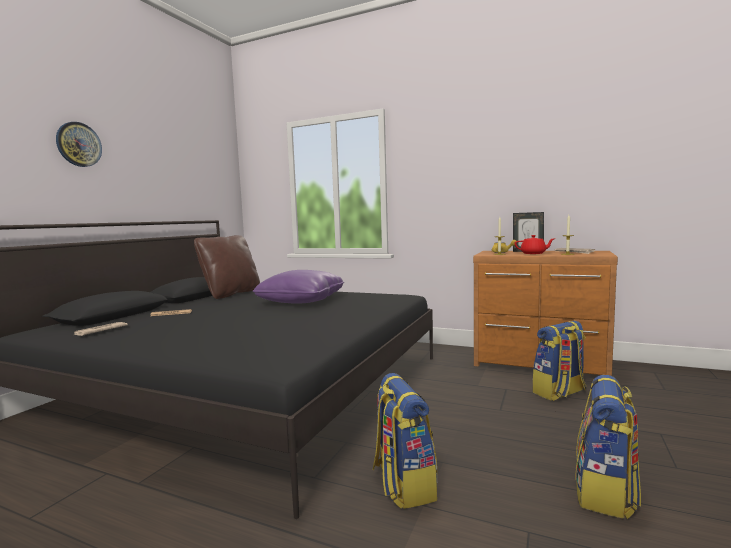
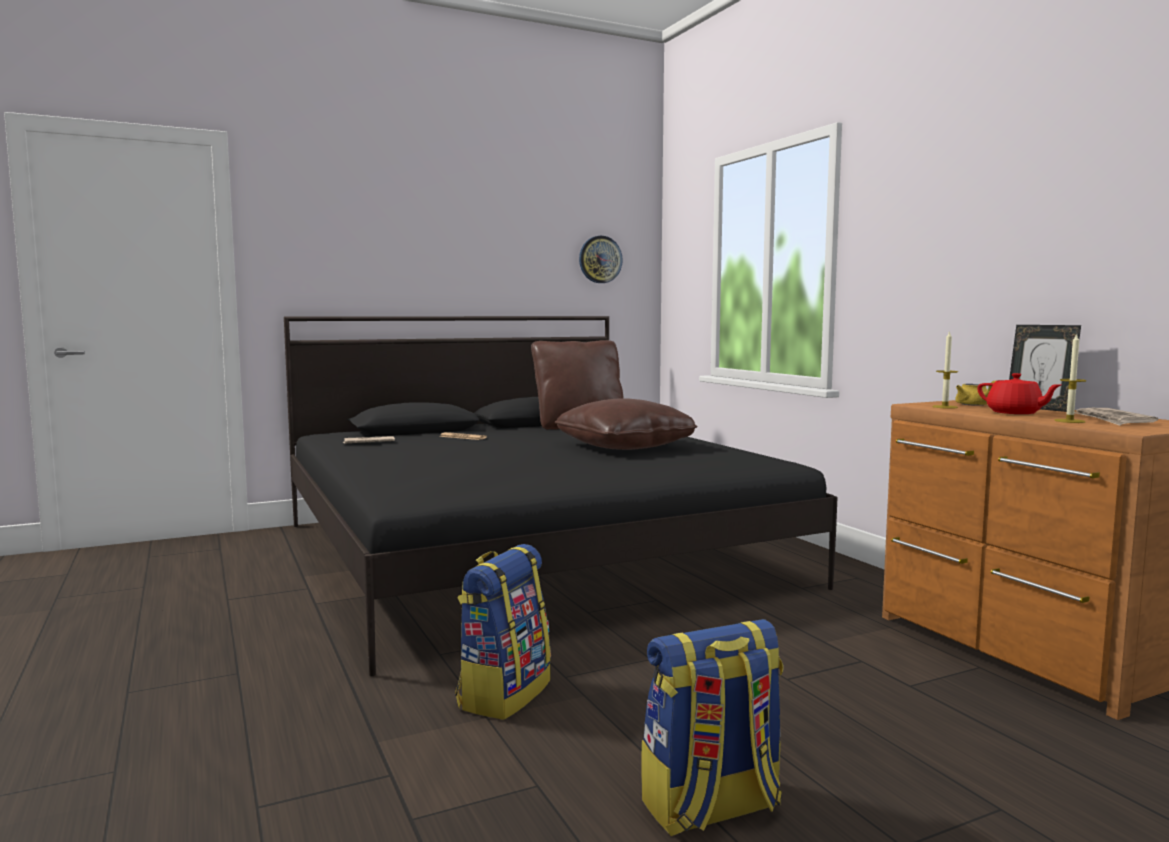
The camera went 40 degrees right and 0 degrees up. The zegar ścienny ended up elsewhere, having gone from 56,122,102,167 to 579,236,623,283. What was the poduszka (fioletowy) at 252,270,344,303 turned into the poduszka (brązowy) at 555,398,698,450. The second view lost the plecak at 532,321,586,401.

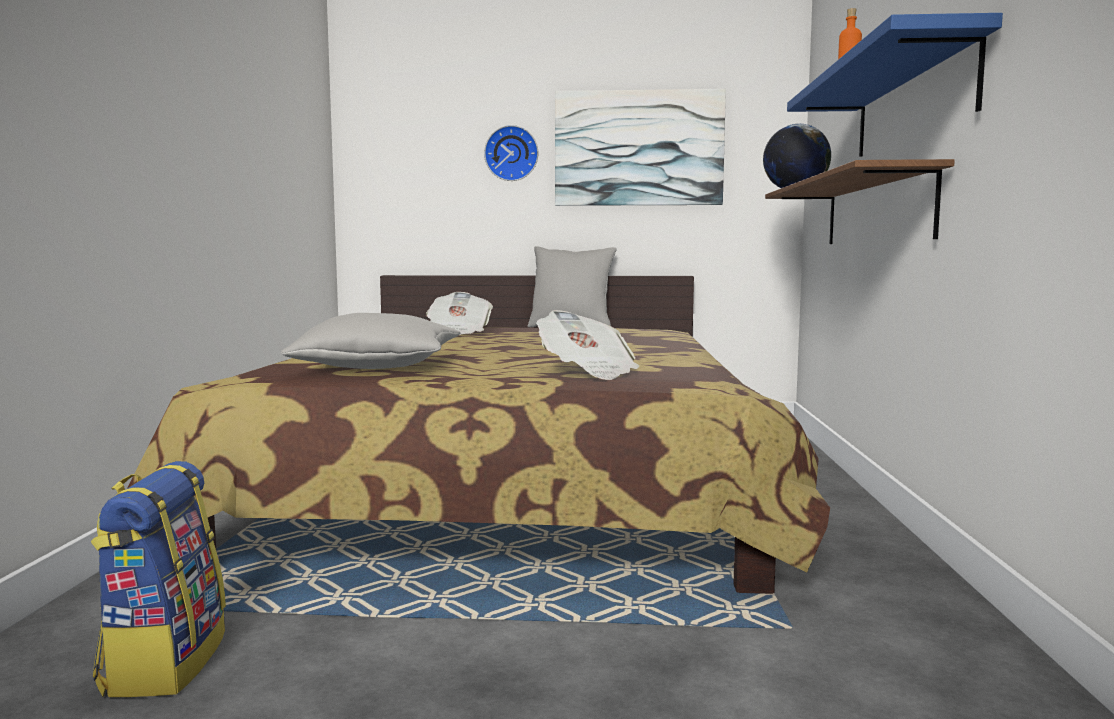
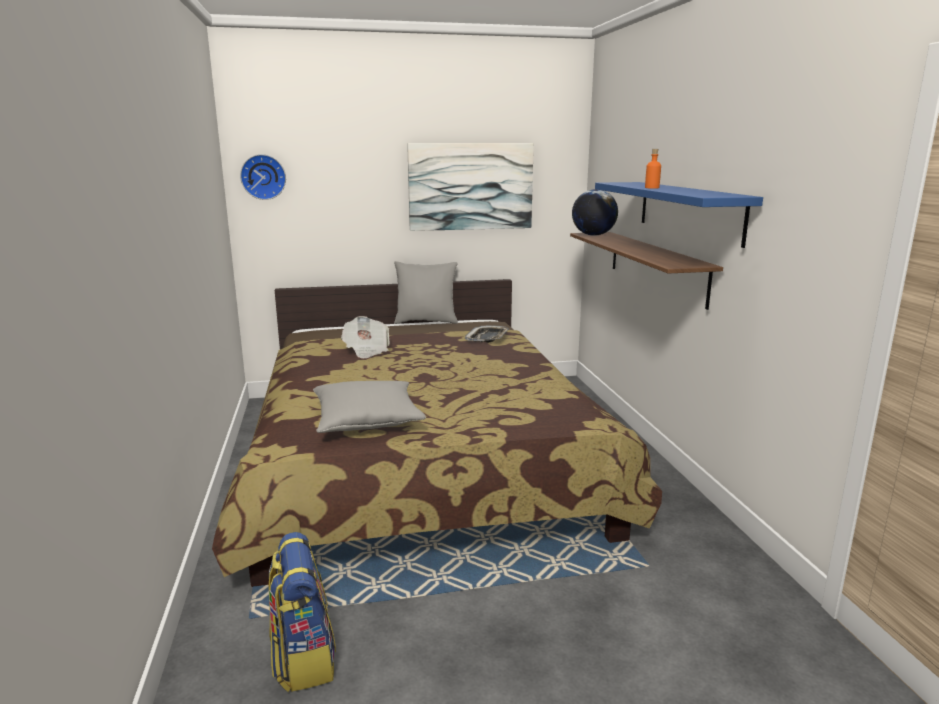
The camera went 15 degrees left and 10 degrees up. The zegar ścienny ended up elsewhere, having gone from 484,125,538,181 to 240,154,286,200. The second view lost the gazeta at 536,310,640,380. The second view gained the taca at 465,325,509,342.

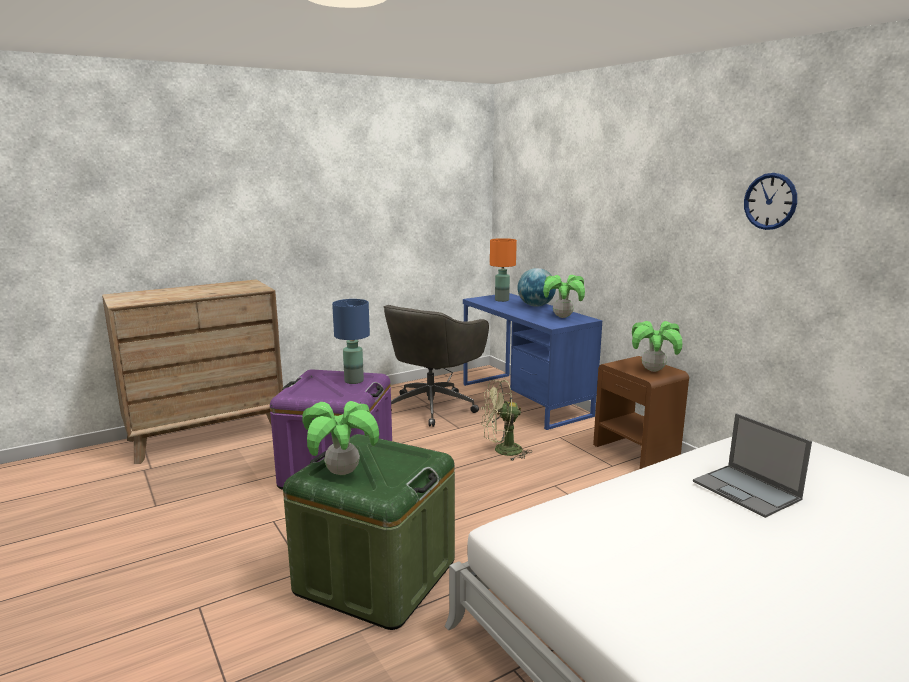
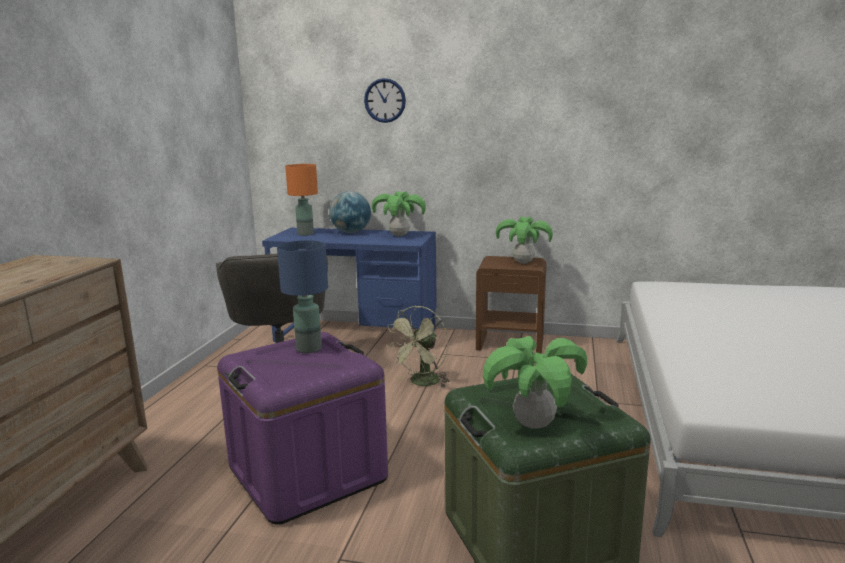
The camera went 45 degrees left and 0 degrees up. The zegar ścienny ended up elsewhere, having gone from 744,173,797,230 to 364,78,406,123. The second view lost the laptop at 693,413,812,518.

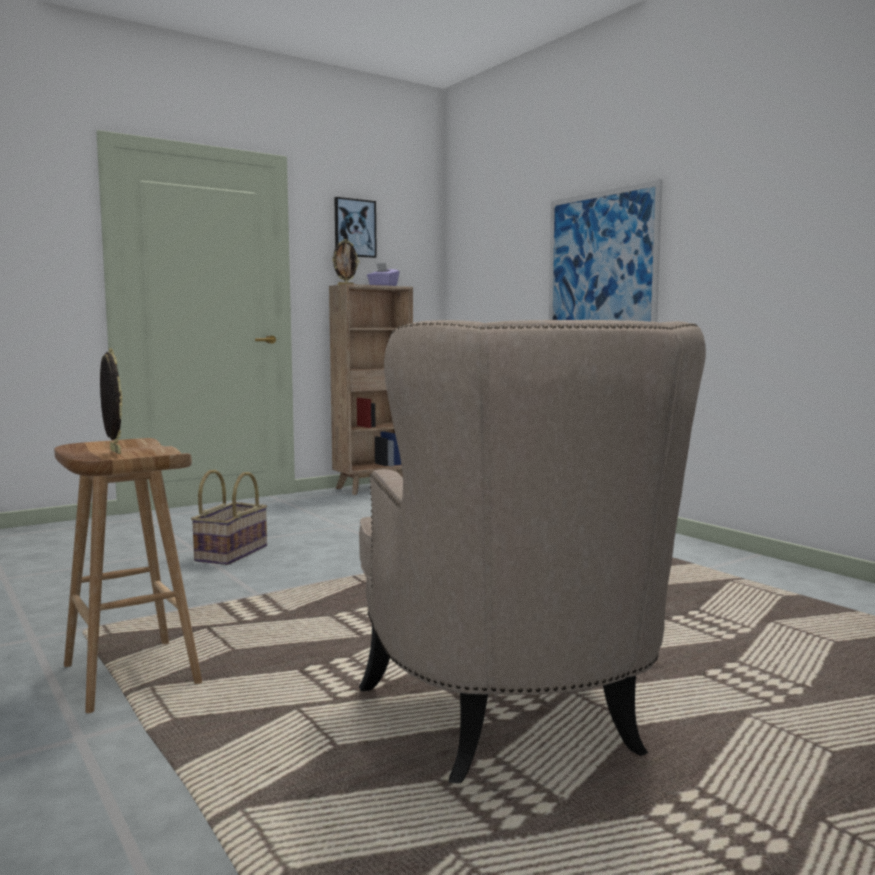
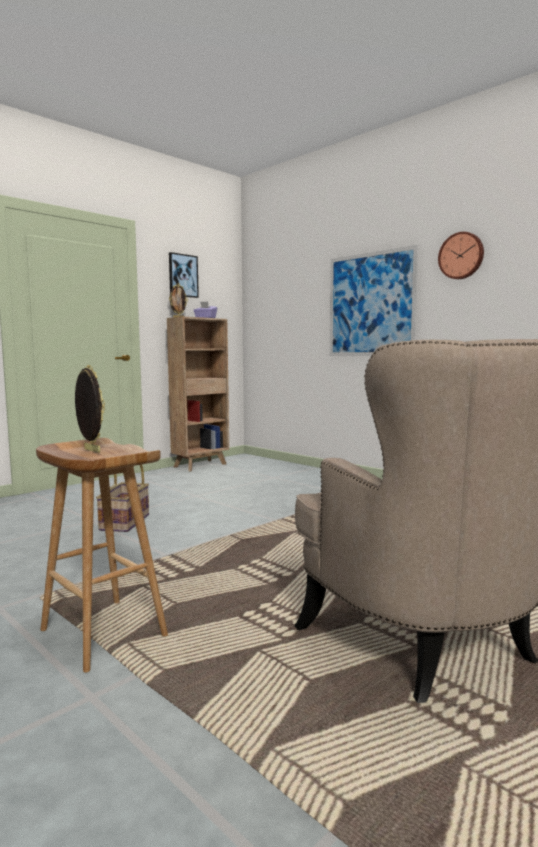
The camera went 10 degrees left and 0 degrees up. The second view gained the zegar ścienny at 438,232,484,279.

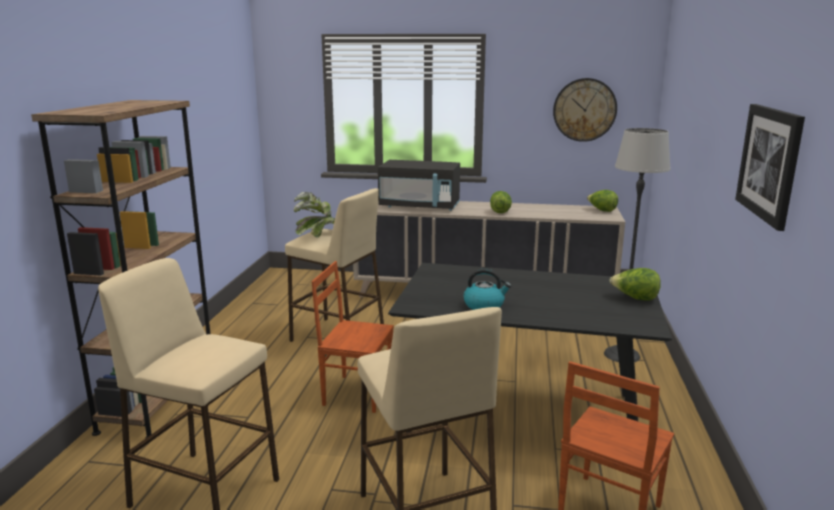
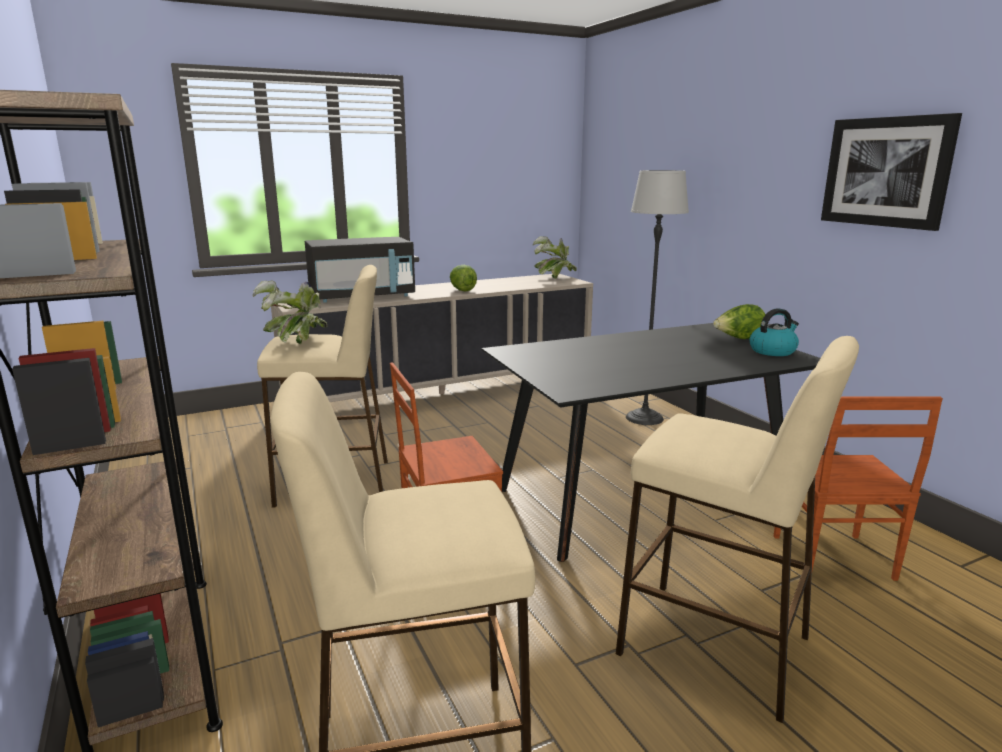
The camera went 35 degrees left and 0 degrees up. The second view lost the zegar ścienny at 553,78,617,142. Where the sałata stood at 587,190,618,212, the roślina doniczkowa came to stand at 533,236,577,279. The czajnik ended up elsewhere, having gone from 463,268,511,310 to 750,308,799,356.

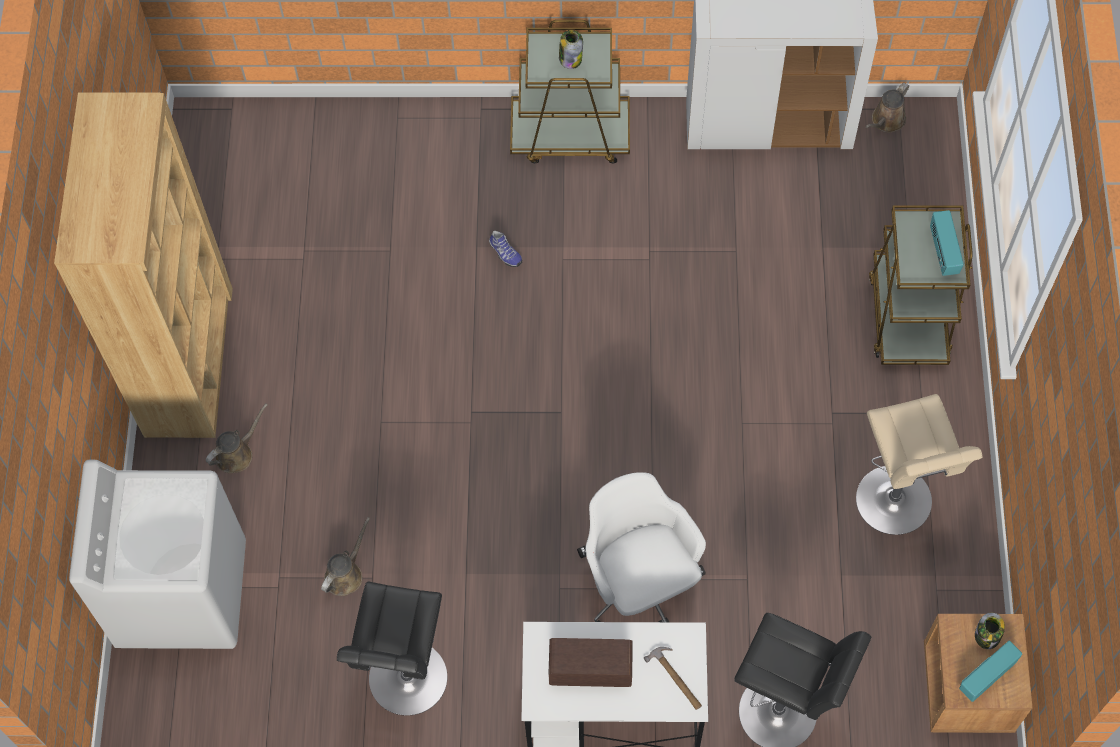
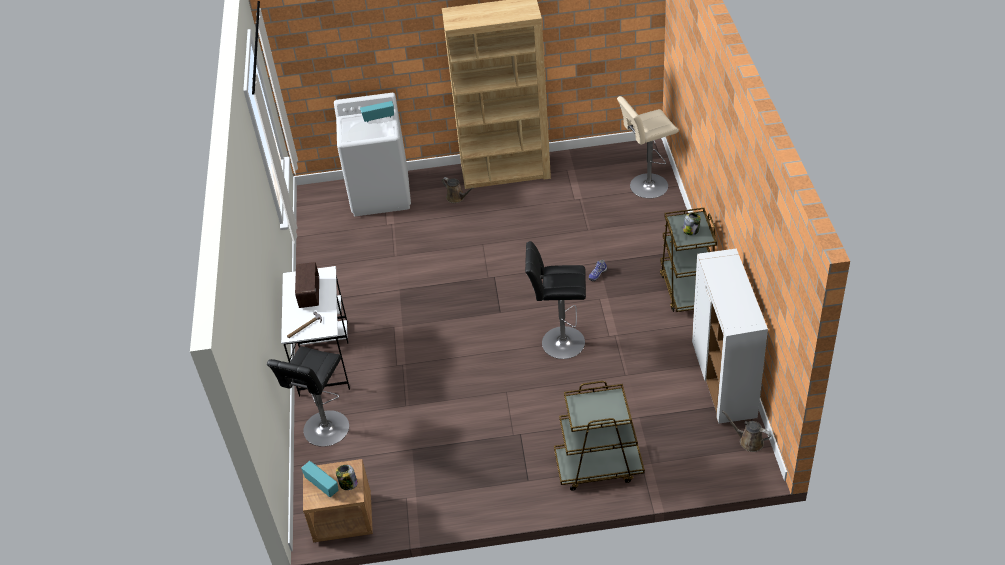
The camera went 85 degrees right and 20 degrees down. The radio ended up elsewhere, having gone from 930,210,964,276 to 360,101,394,122. The stołek (beżowy) ended up elsewhere, having gone from 856,394,982,535 to 617,96,678,198. The second view lost the krzesło biurowe (biały) at 577,472,706,622. The second view lost the konewka (brązowy) at 321,517,370,596. The stołek (czarny) ended up elsewhere, having gone from 337,582,447,716 to 525,241,586,359.

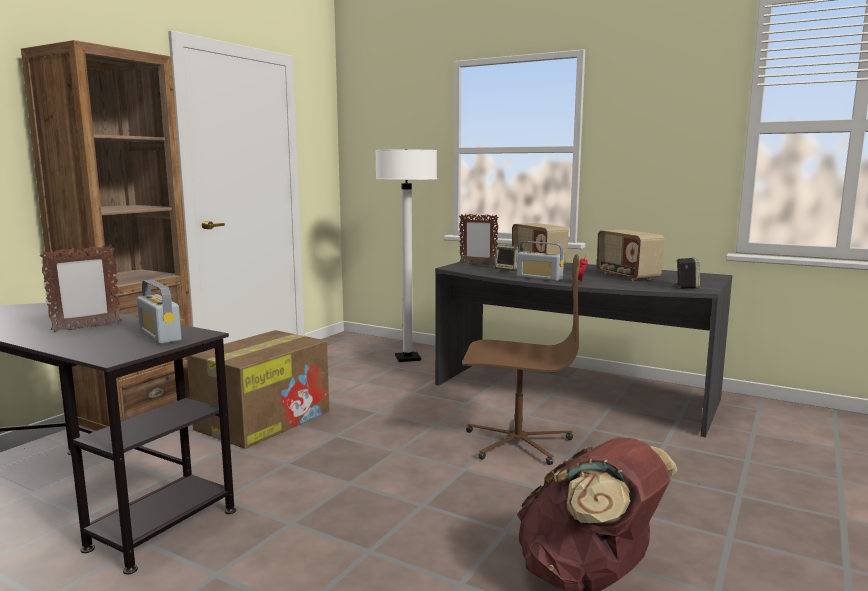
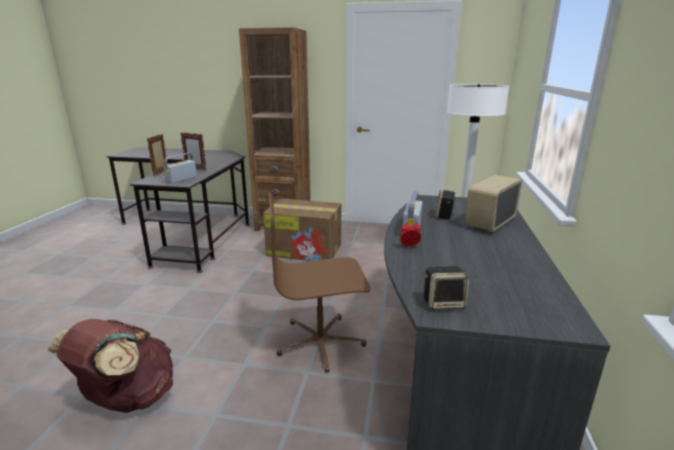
The camera went 70 degrees right and 10 degrees up. The ramka na zdjęcie ended up elsewhere, having gone from 459,214,498,266 to 147,134,166,176. The second view lost the radio at 597,230,664,281. The krzesło biurowe (brązowy) at 462,254,581,465 ended up facing another way, 90 degrees clockwise from before.

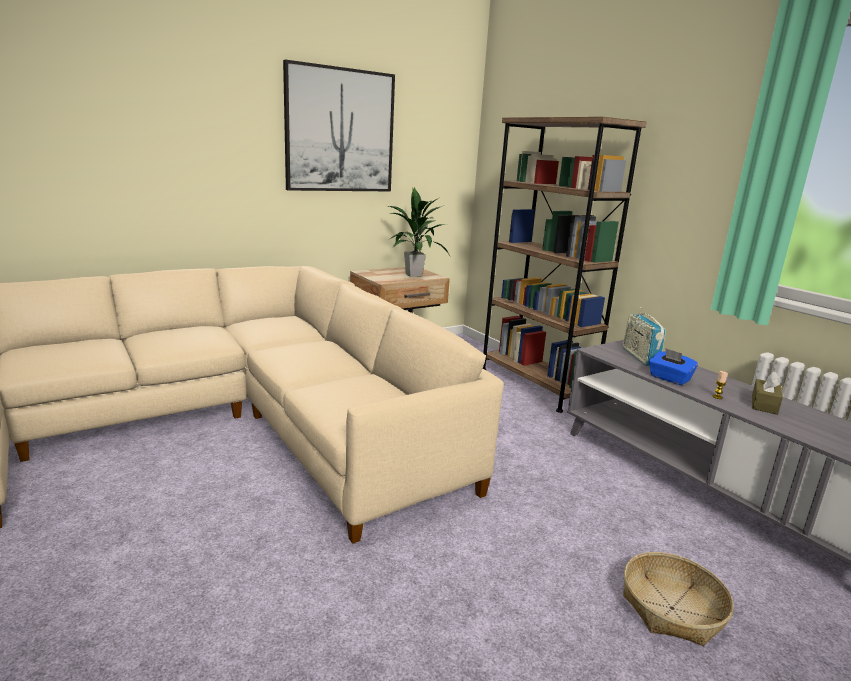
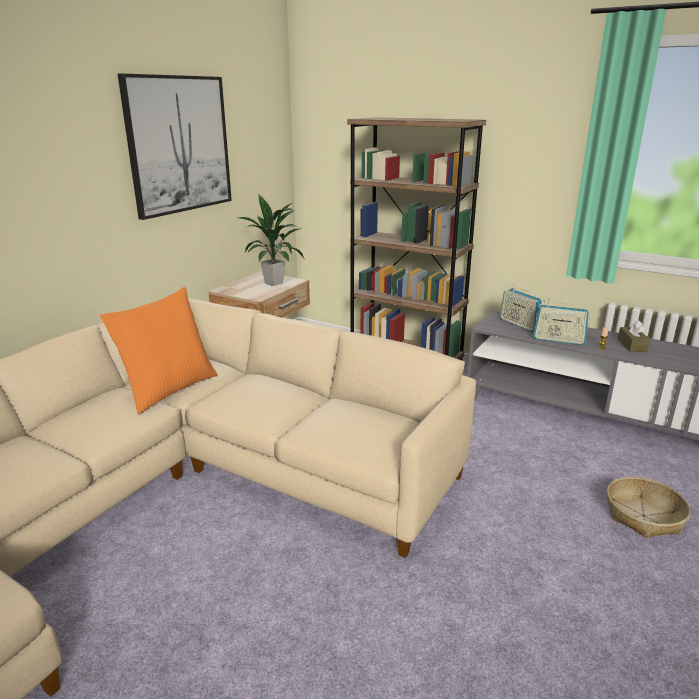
The camera went 25 degrees left and 5 degrees up. Where the pudełko chusteczek (niebieski) stood at 649,348,698,385, the radio came to stand at 533,299,590,345. The second view gained the poduszka (pomarańczowy) at 100,287,217,414.

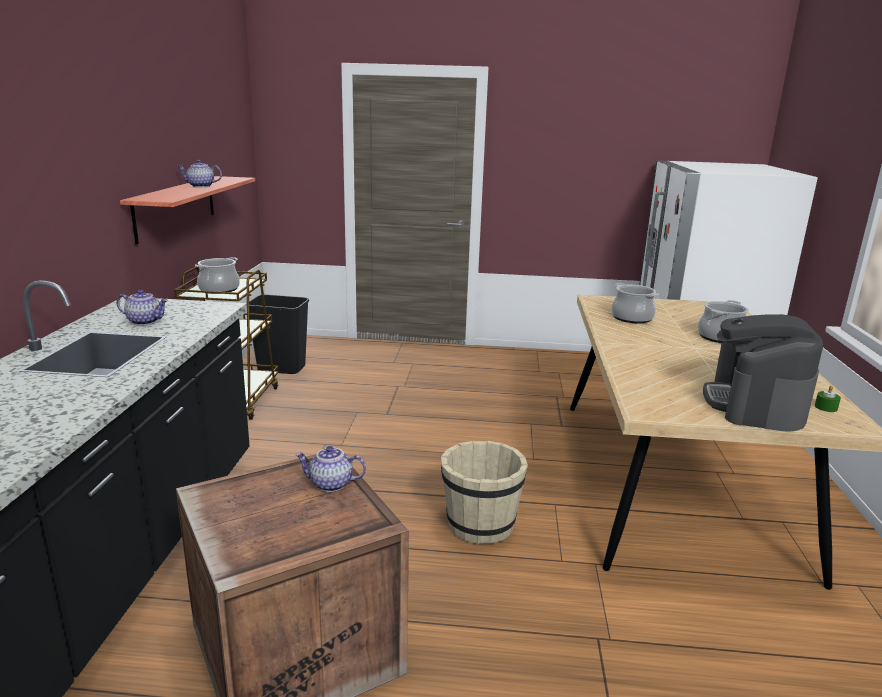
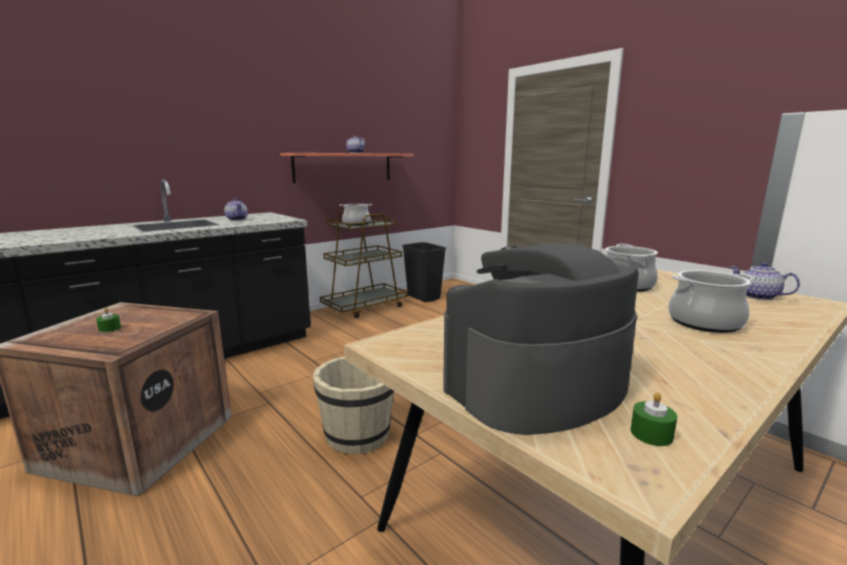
The camera went 45 degrees right and 5 degrees down. The imbryk ended up elsewhere, having gone from 295,446,366,492 to 729,262,800,300. The second view gained the świeca (zielony) at 96,308,121,332.

